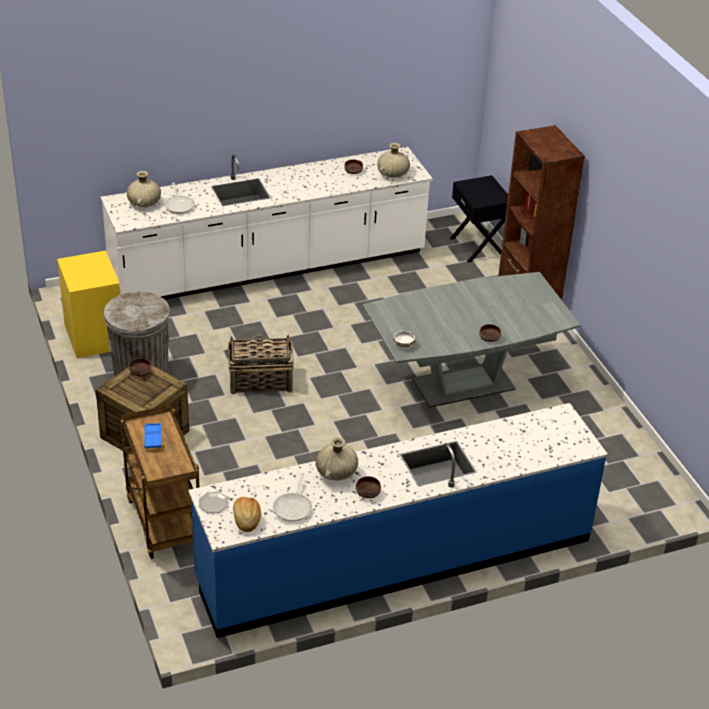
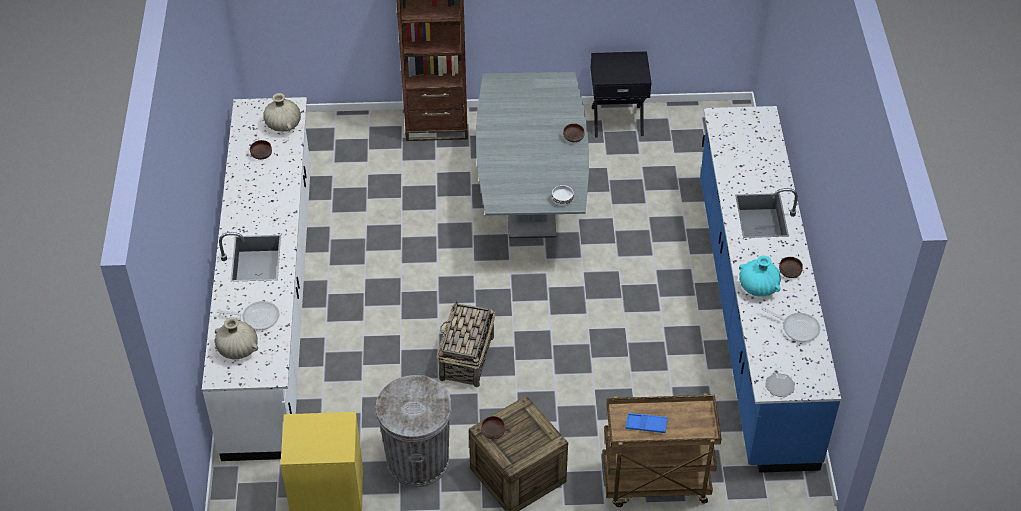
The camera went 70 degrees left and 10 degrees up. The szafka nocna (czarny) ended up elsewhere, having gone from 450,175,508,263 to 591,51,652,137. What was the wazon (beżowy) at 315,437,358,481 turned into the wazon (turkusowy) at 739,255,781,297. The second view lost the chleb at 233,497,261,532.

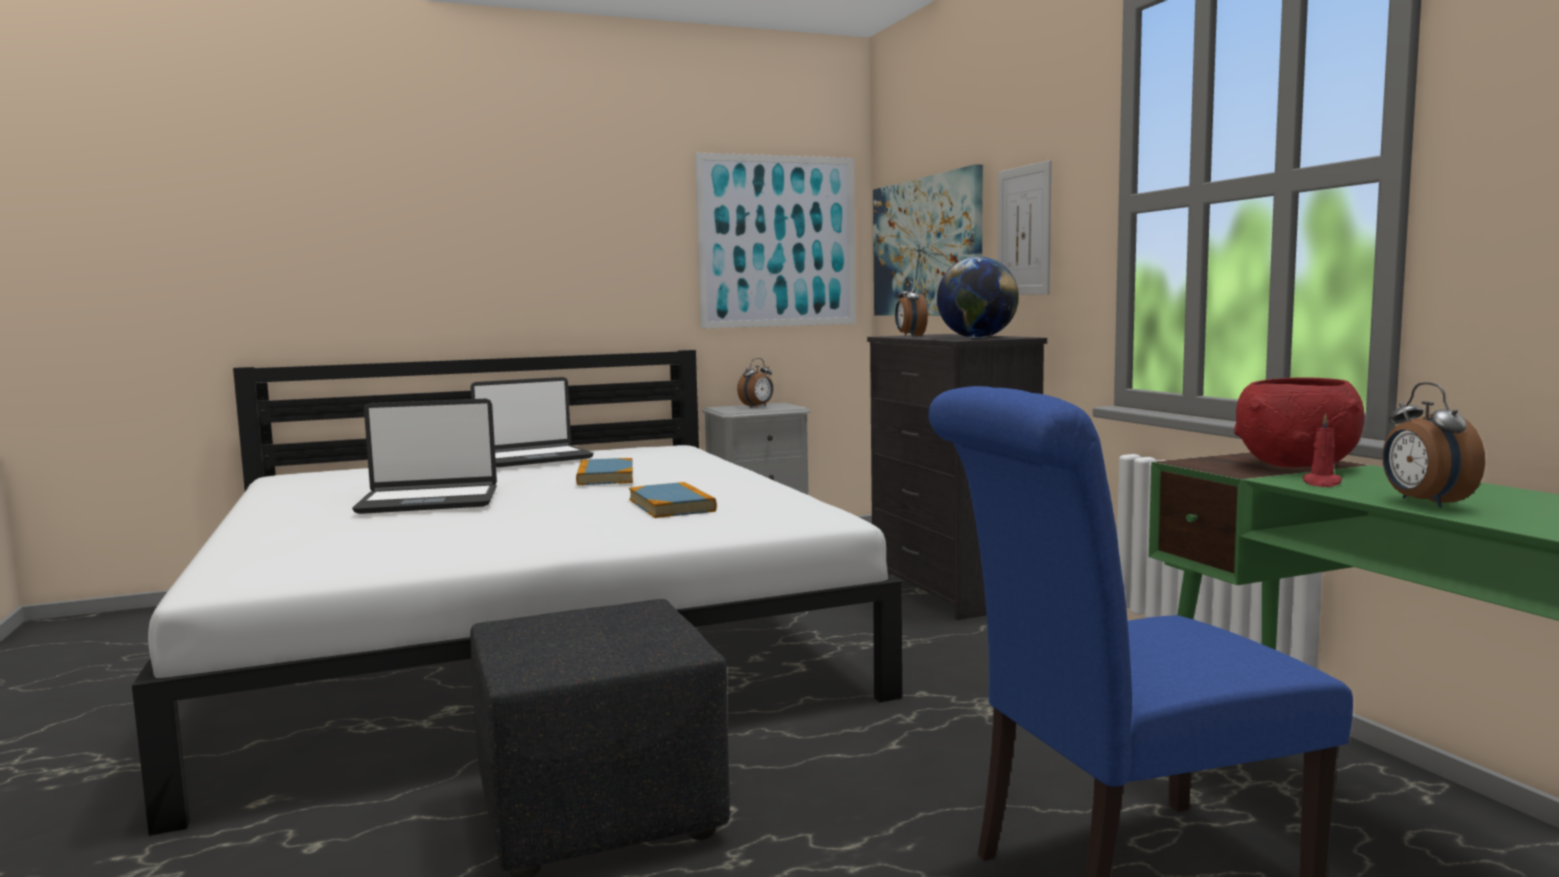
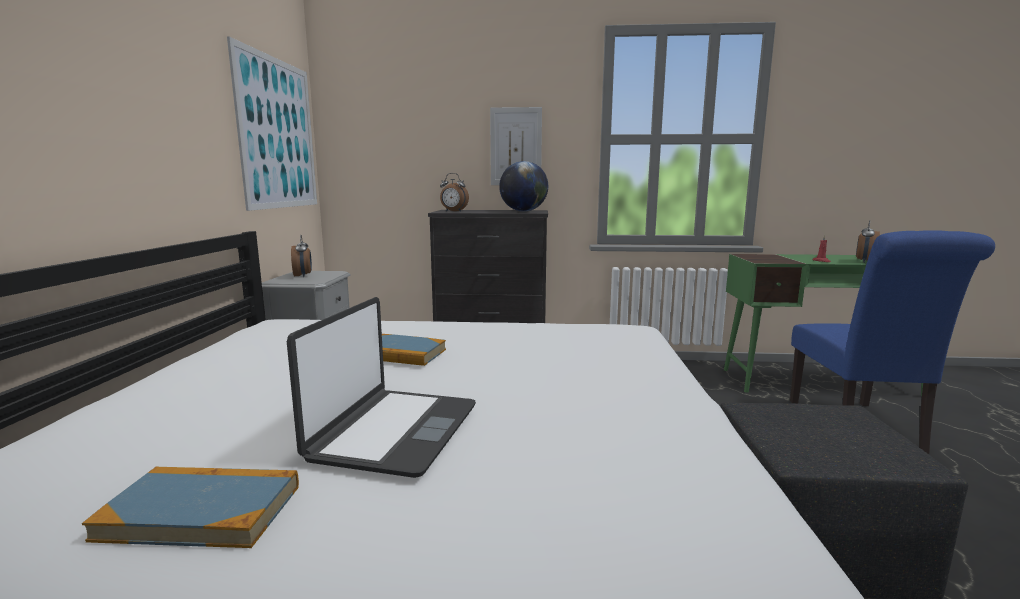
The camera went 65 degrees left and 5 degrees up. The second view lost the obraz at 873,164,983,316. The second view lost the laptop at 470,377,594,467. The second view lost the miska (czerwony) at 1234,377,1365,467. The budzik at 1382,382,1485,508 ended up facing another way, 105 degrees clockwise from before. The książka ended up elsewhere, having gone from 629,482,717,518 to 82,467,299,548.

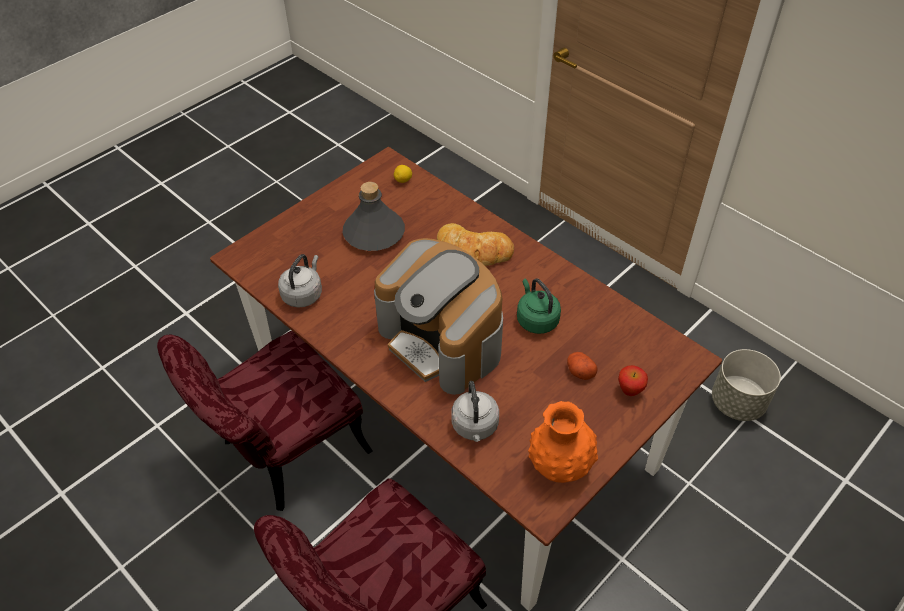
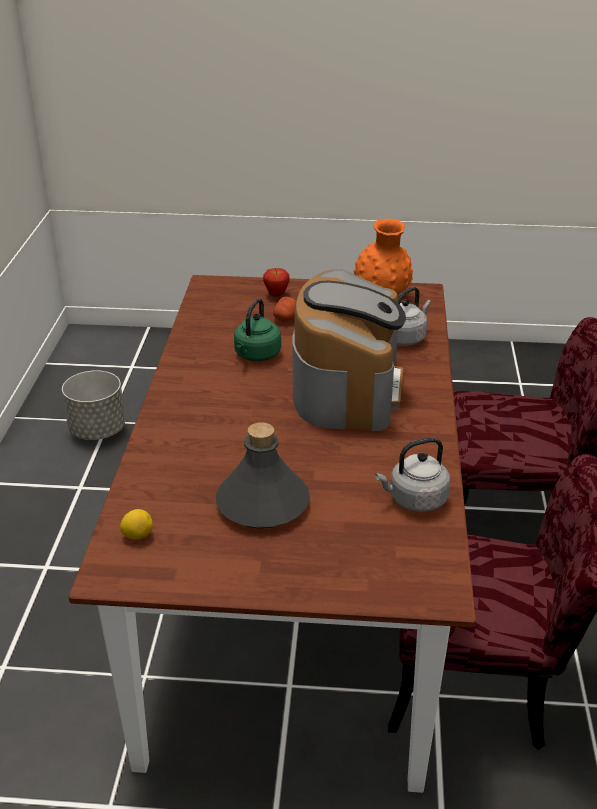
The camera went 130 degrees left and 15 degrees down. The second view lost the chleb at 437,223,514,266.

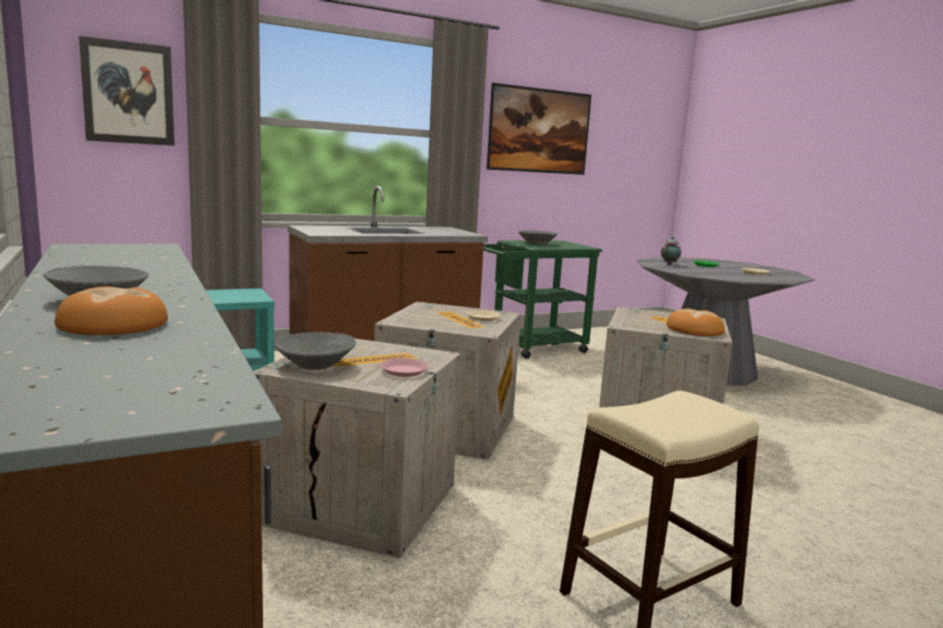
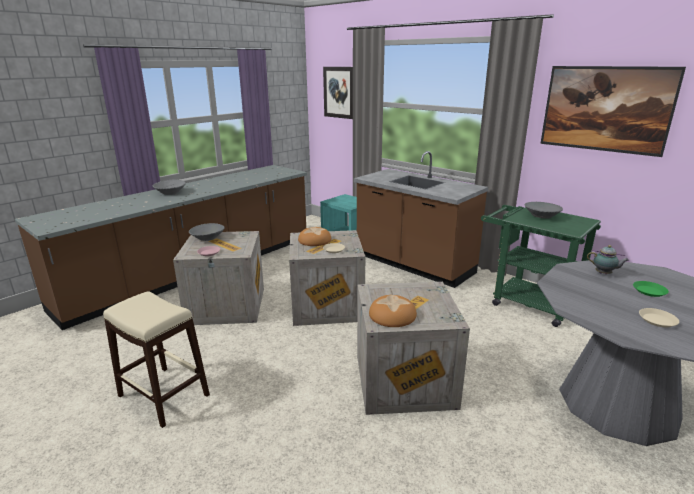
The camera went 70 degrees right and 10 degrees up. The chleb ended up elsewhere, having gone from 55,286,168,335 to 298,227,331,246.

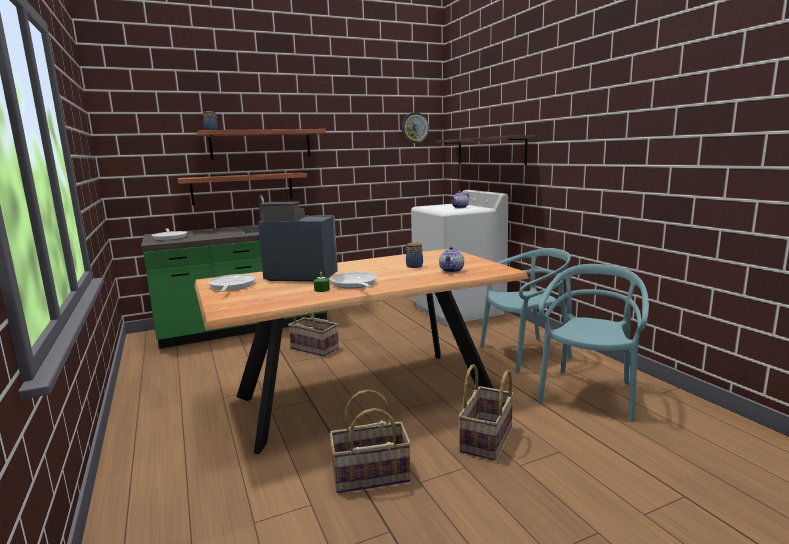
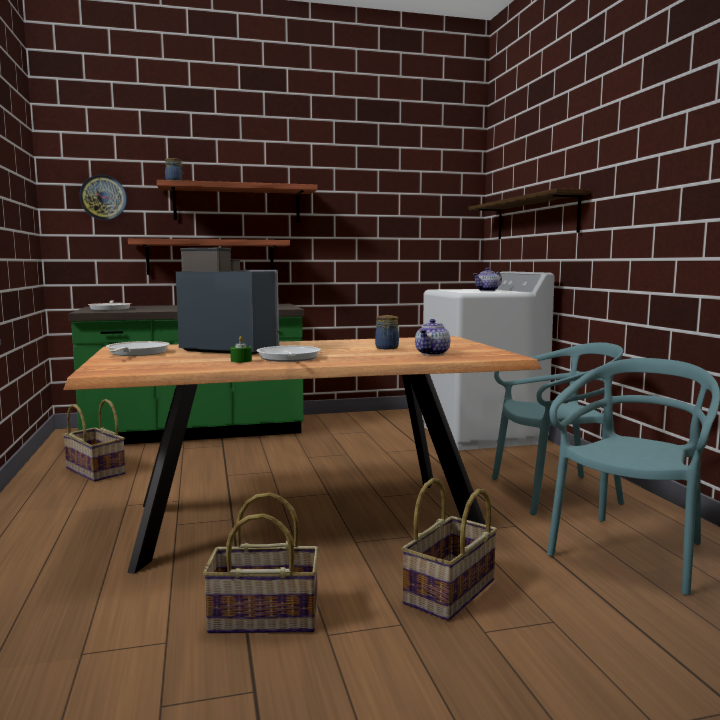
The camera went 10 degrees right and 5 degrees down. The zegar ścienny ended up elsewhere, having gone from 402,112,429,143 to 79,175,127,220. The koszyk ended up elsewhere, having gone from 288,310,339,357 to 63,399,126,482.

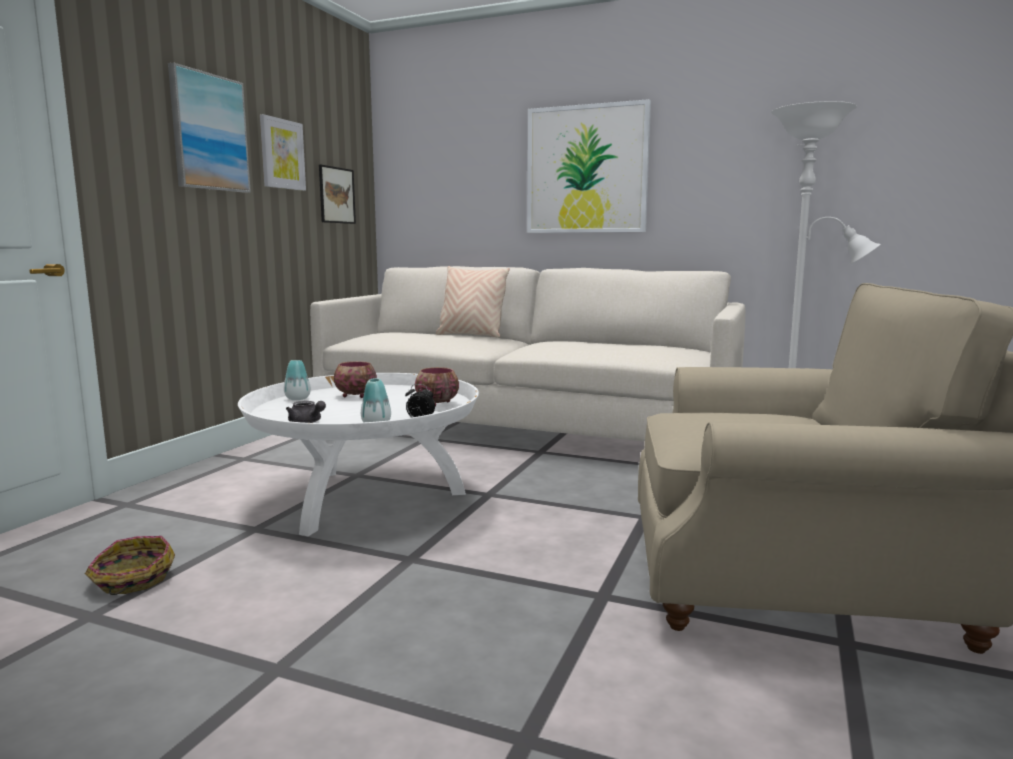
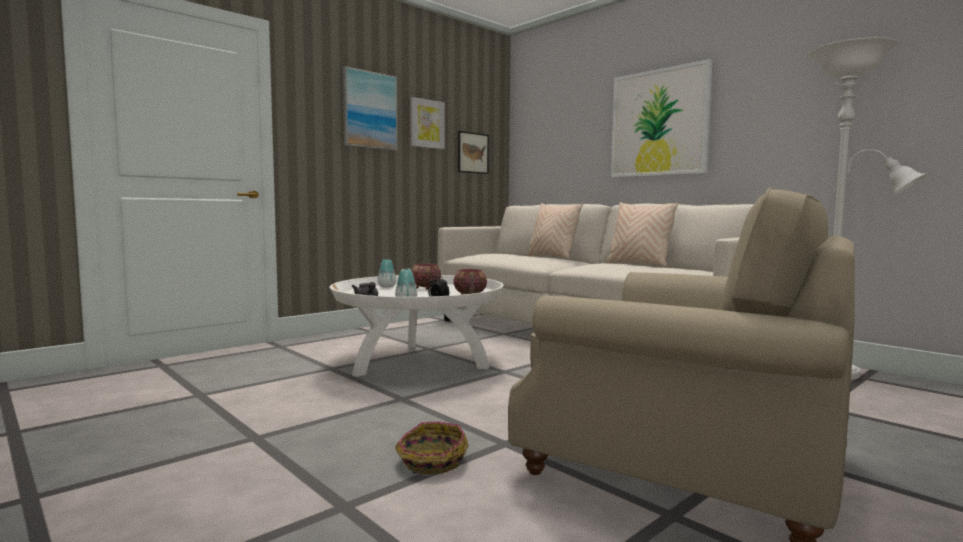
The camera went 25 degrees right and 5 degrees down. The koszyk ended up elsewhere, having gone from 85,536,175,595 to 395,422,469,474. The second view gained the poduszka (beżowy) at 606,202,679,266.

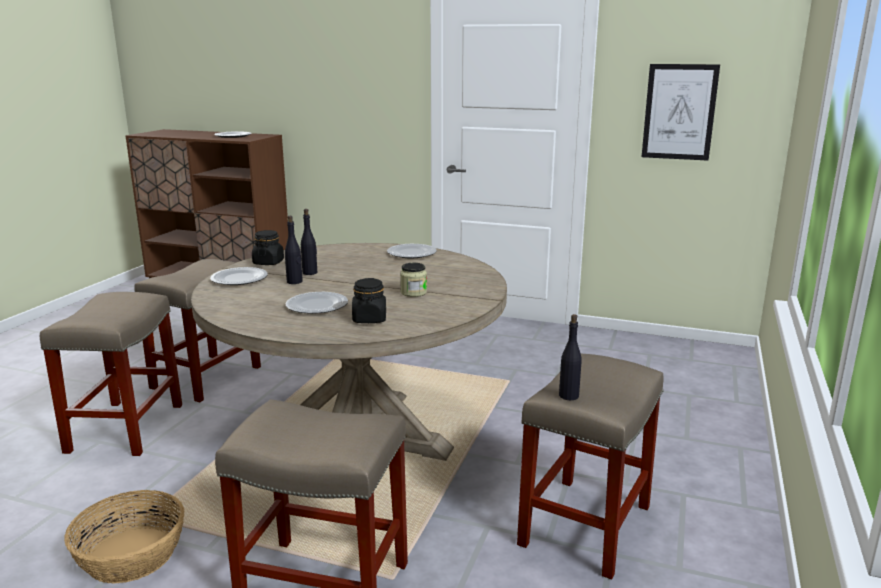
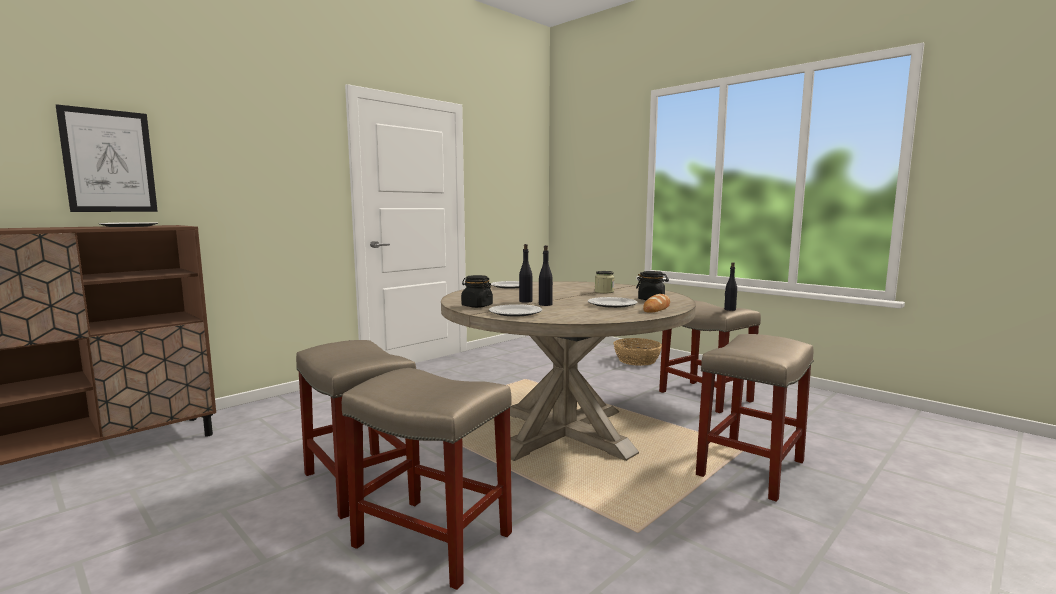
The camera went 65 degrees left and 10 degrees down. The obraz ended up elsewhere, having gone from 642,64,720,161 to 56,104,158,212. The koszyk ended up elsewhere, having gone from 64,490,184,584 to 613,338,662,366. The second view gained the chleb at 643,294,670,313.

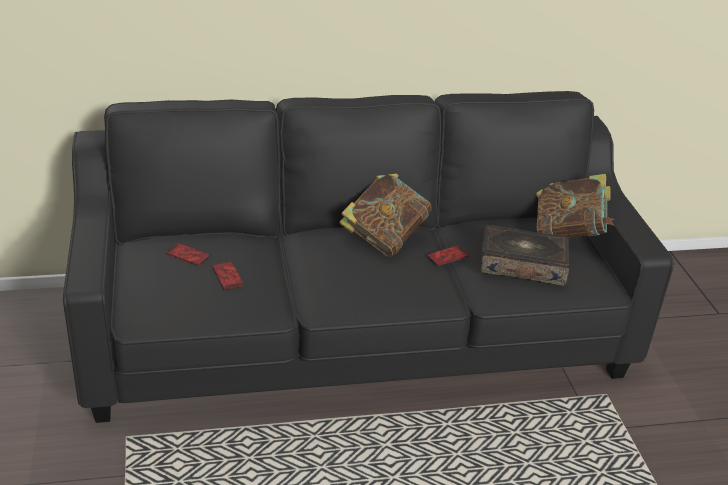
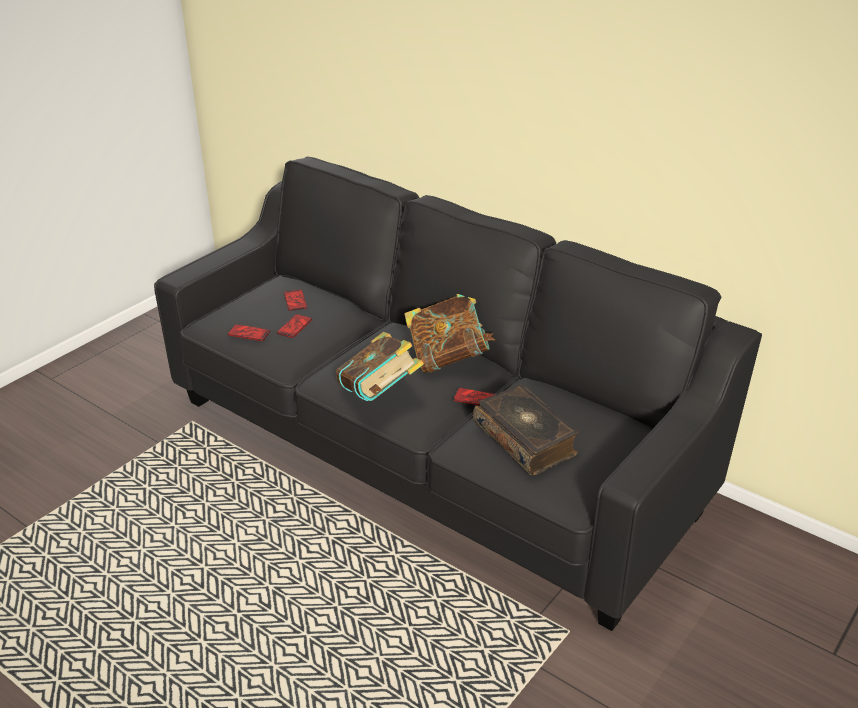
The camera went 50 degrees right and 0 degrees up. The książka ended up elsewhere, having gone from 536,174,614,238 to 336,332,424,401. The second view gained the telefon at 228,324,270,341.

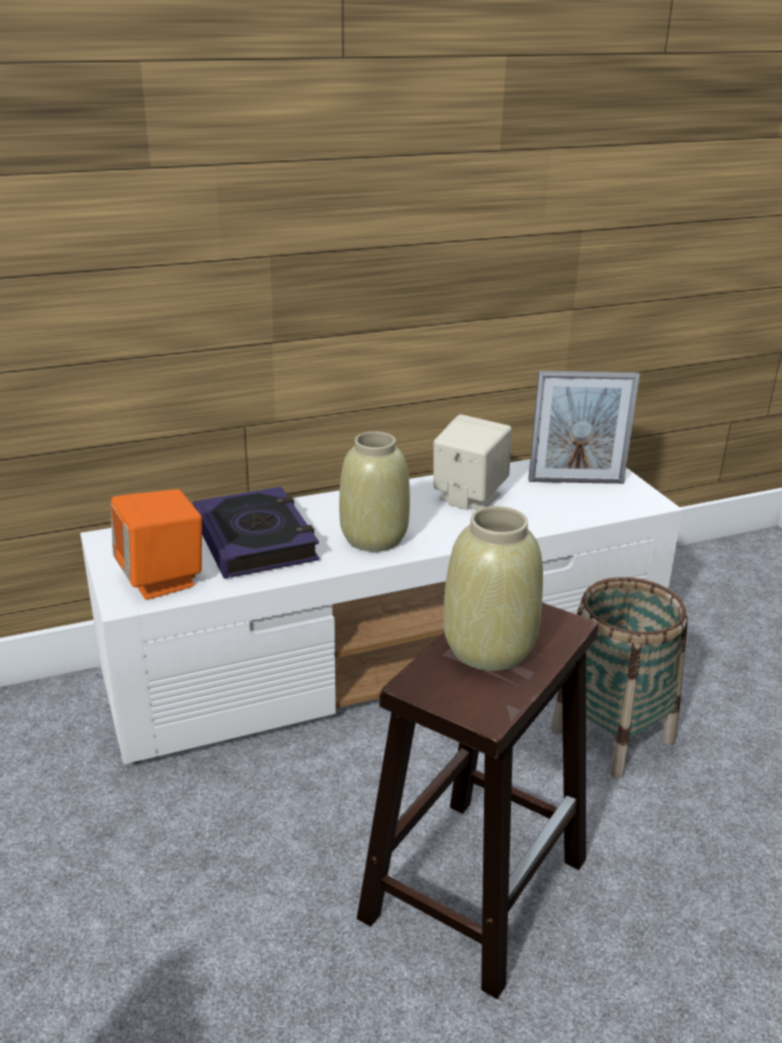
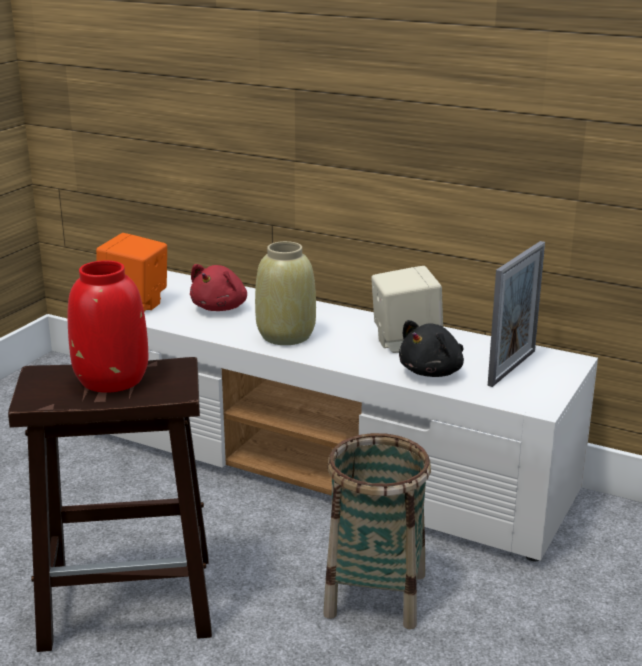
The camera went 50 degrees right and 5 degrees down. The ramka na zdjęcie at 528,371,640,484 ended up facing another way, 105 degrees counterclockwise from before. Where the książka stood at 193,487,319,579, the pluszak (czerwony) came to stand at 190,264,247,311. What was the wazon (beżowy) at 443,506,543,671 turned into the wazon (czerwony) at 67,260,148,393. The second view gained the pluszak (czarny) at 399,320,464,377.

